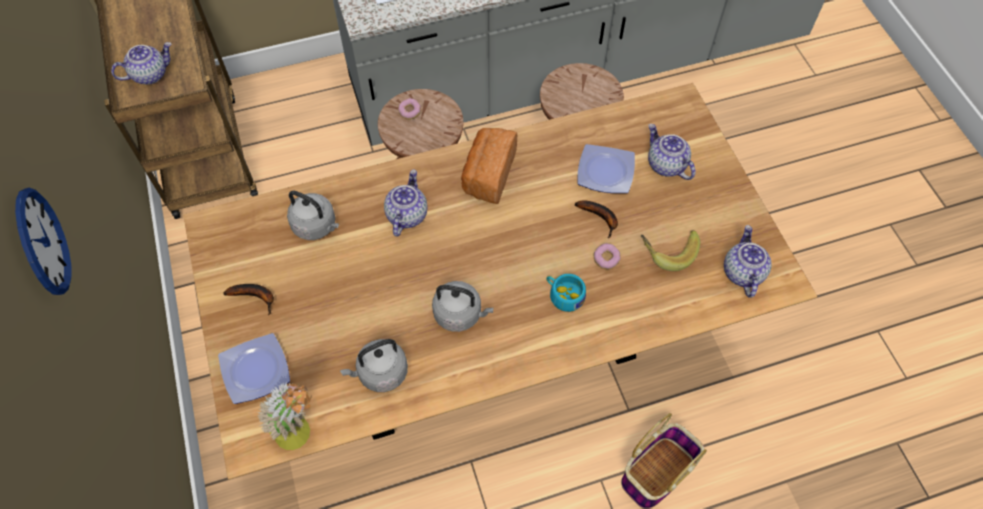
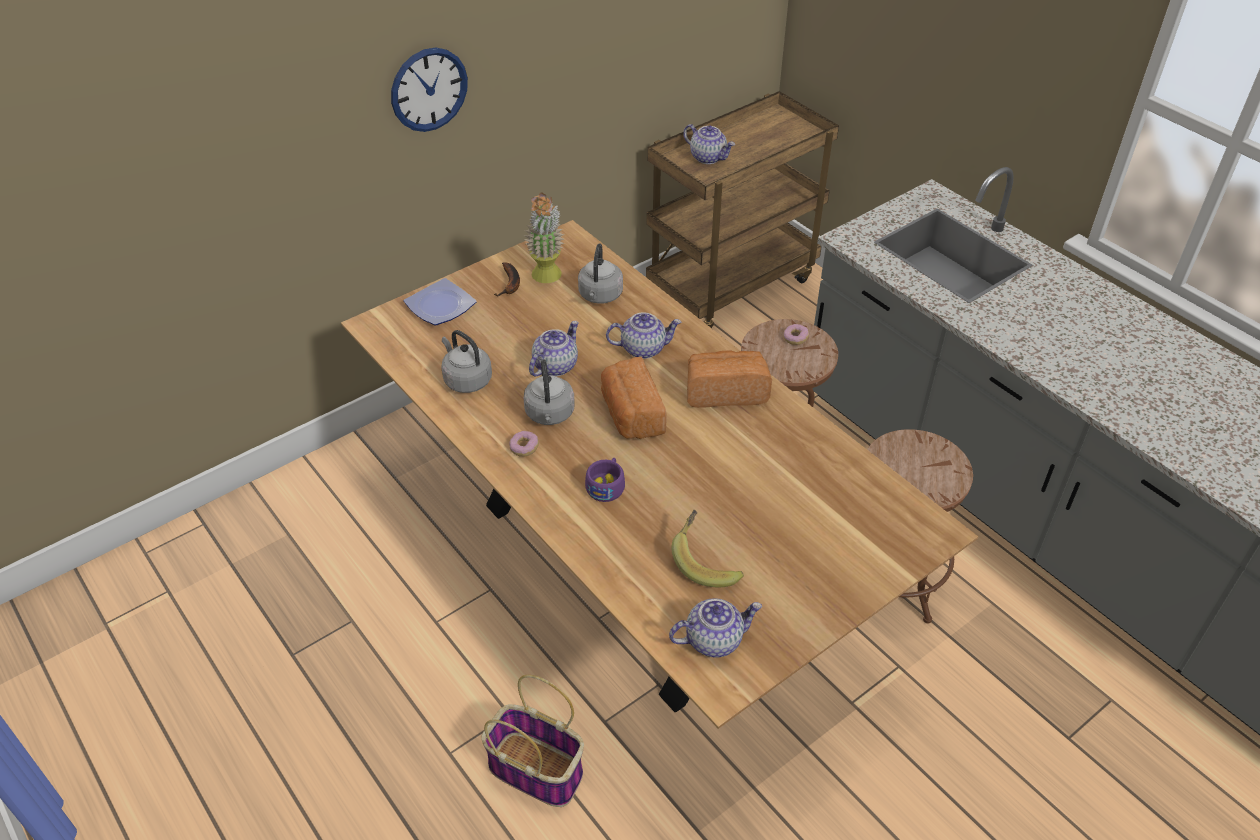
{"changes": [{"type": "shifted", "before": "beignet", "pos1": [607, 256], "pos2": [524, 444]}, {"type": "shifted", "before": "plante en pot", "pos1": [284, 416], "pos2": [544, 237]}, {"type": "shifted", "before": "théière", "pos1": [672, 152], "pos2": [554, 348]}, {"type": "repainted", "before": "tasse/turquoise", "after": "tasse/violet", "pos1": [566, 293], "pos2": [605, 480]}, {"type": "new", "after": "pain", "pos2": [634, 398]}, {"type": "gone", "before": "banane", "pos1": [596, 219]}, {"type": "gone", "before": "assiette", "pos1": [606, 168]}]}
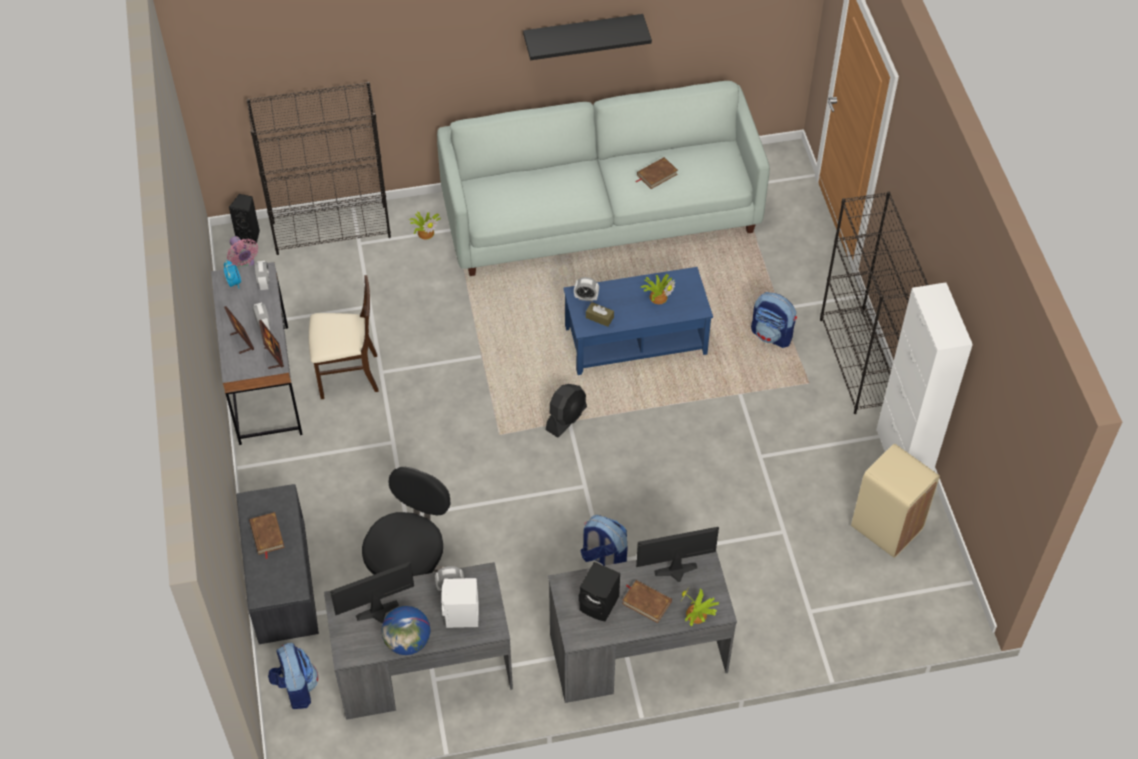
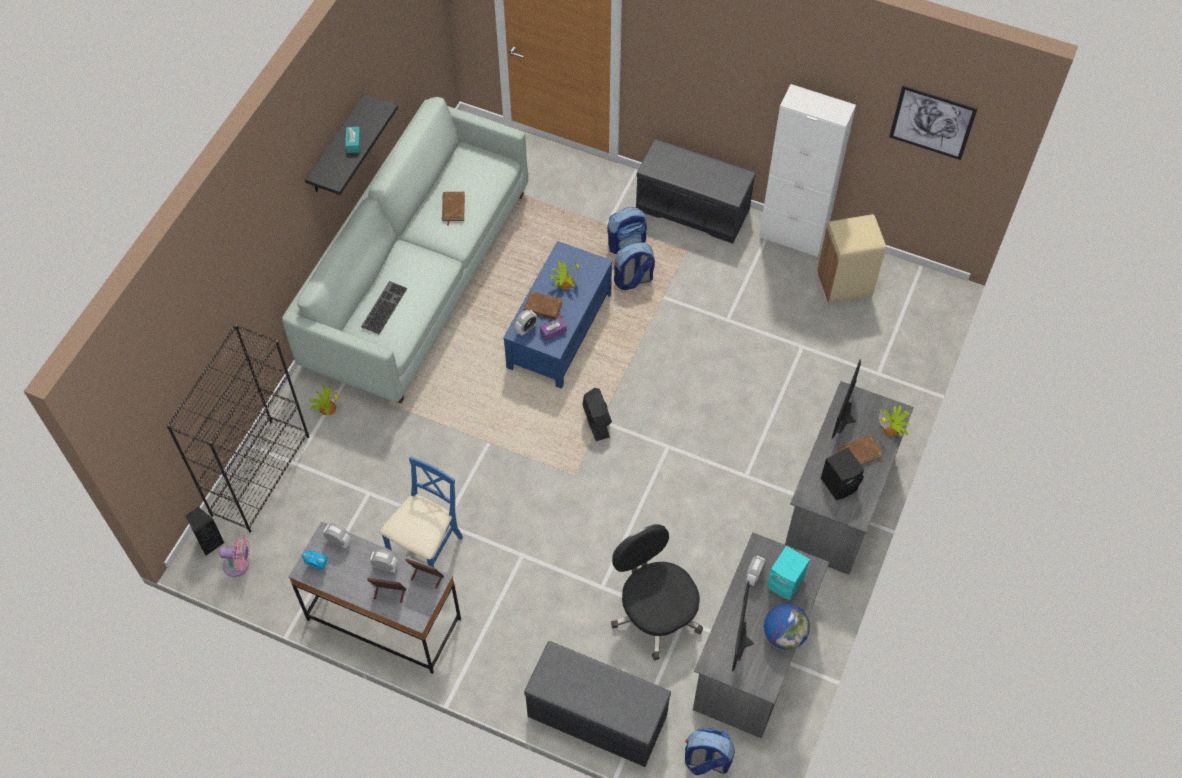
{"changes": [{"type": "new", "after": "boîte à mouchoirs/turquoise", "pos2": [353, 140]}, {"type": "new", "after": "clavier", "pos2": [384, 308]}, {"type": "repainted", "before": "chaise/beige", "after": "chaise/bleu", "pos1": [344, 337], "pos2": [421, 512]}, {"type": "shifted", "before": "livre/marron", "pos1": [267, 535], "pos2": [543, 305]}, {"type": "repainted", "before": "boîte à mouchoirs/marron", "after": "boîte à mouchoirs/violet", "pos1": [600, 314], "pos2": [553, 329]}, {"type": "shifted", "before": "sac à dos", "pos1": [604, 540], "pos2": [634, 266]}, {"type": "swapped", "before": "bibliothèque/noir", "after": "banc/gris", "pos1": [874, 302], "pos2": [696, 191]}, {"type": "repainted", "before": "enceinte/blanc", "after": "enceinte/turquoise", "pos1": [460, 603], "pos2": [788, 573]}, {"type": "new", "after": "tableau", "pos2": [933, 122]}]}
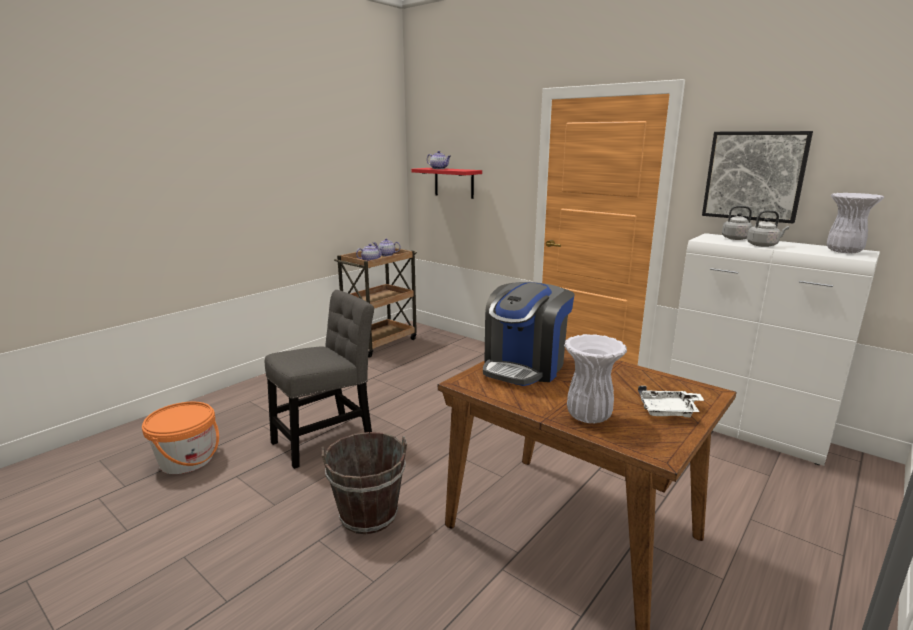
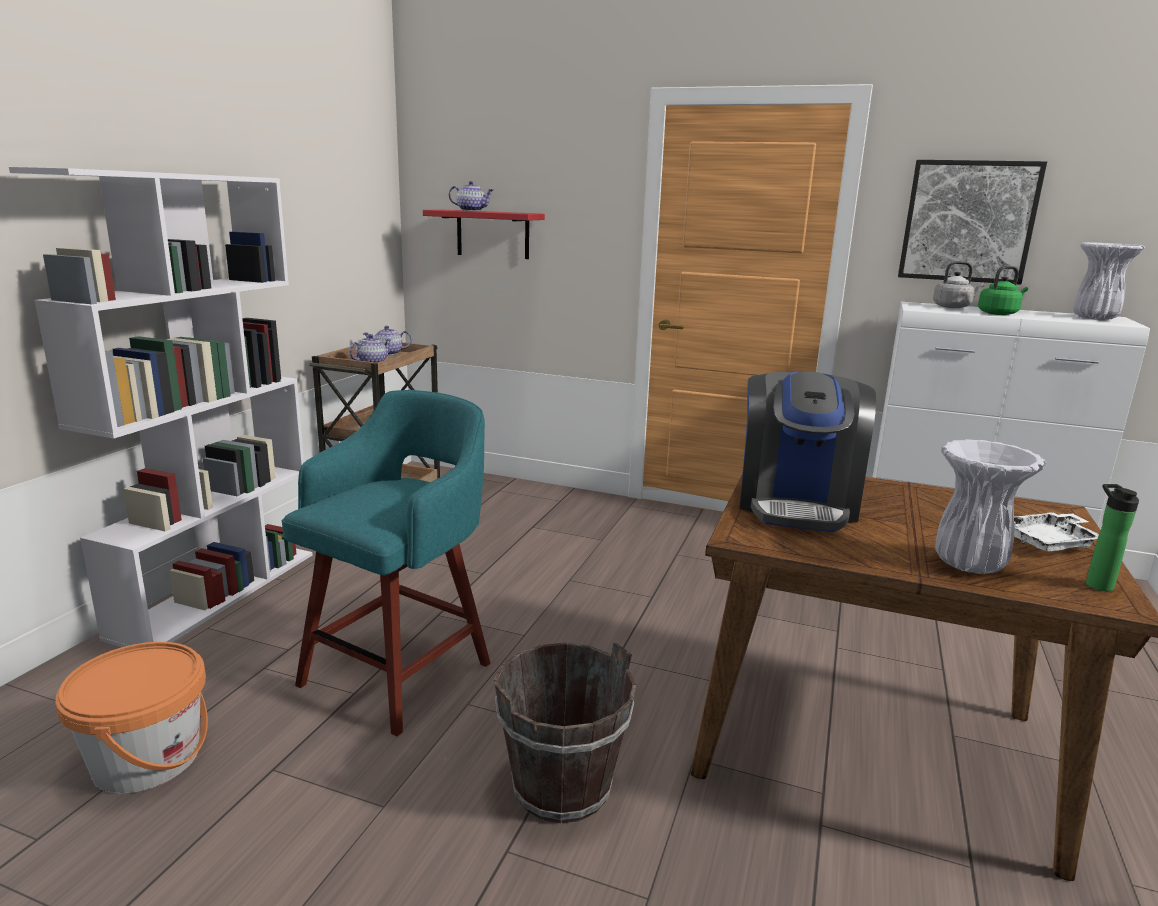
{"changes": [{"type": "new", "after": "bibliothèque/blanc", "pos2": [161, 407]}, {"type": "swapped", "before": "chaise/gris", "after": "tabouret/turquoise", "pos1": [319, 379], "pos2": [386, 563]}, {"type": "repainted", "before": "bouilloire/gris", "after": "bouilloire/vert", "pos1": [768, 228], "pos2": [1003, 290]}, {"type": "new", "after": "bouteille", "pos2": [1112, 538]}]}
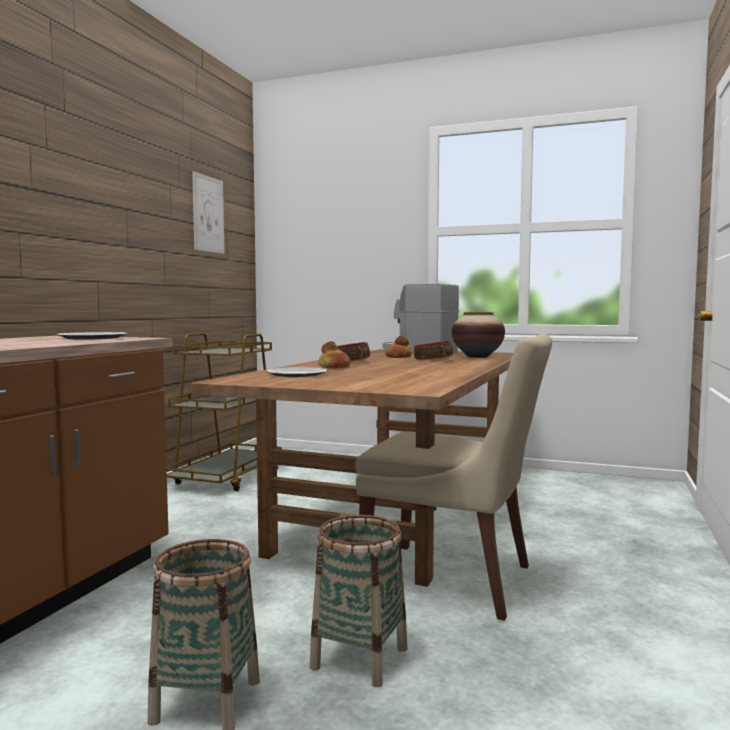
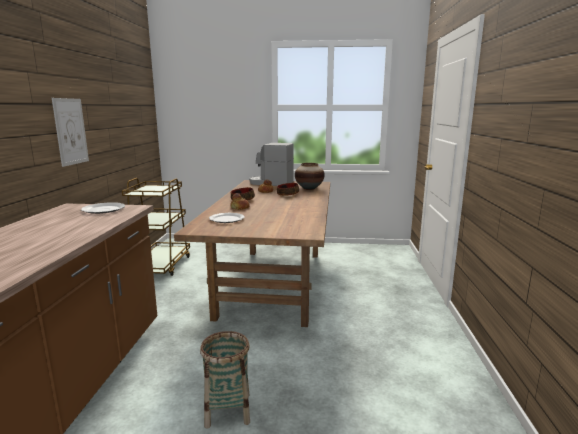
{"changes": [{"type": "shifted", "before": "tableau", "pos1": [208, 212], "pos2": [70, 132]}, {"type": "gone", "before": "panier", "pos1": [358, 601]}, {"type": "gone", "before": "chaise/beige", "pos1": [453, 477]}]}
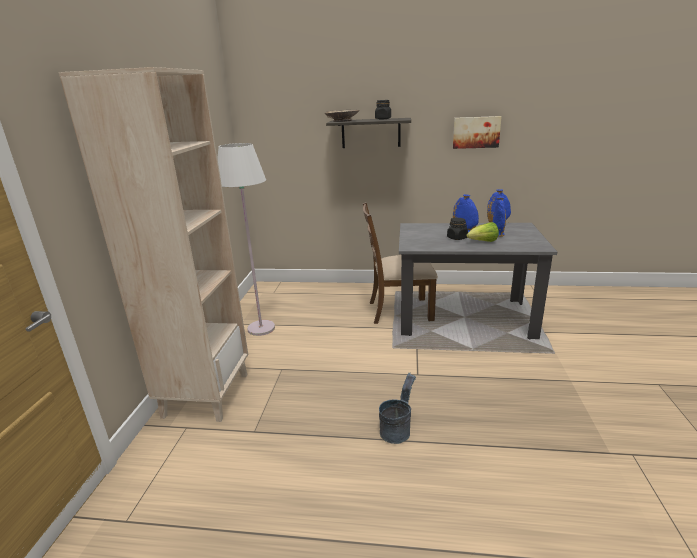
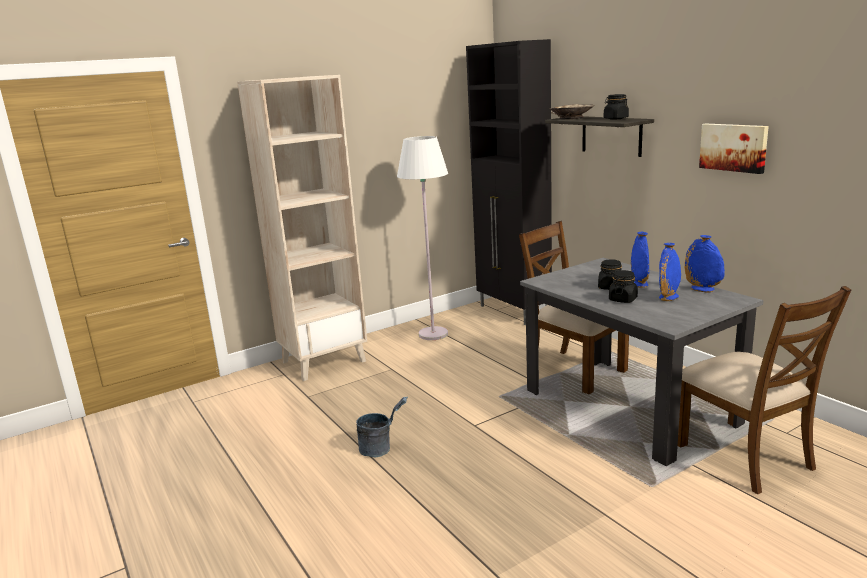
{"changes": [{"type": "new", "after": "meuble de rangement/noir", "pos2": [509, 182]}, {"type": "swapped", "before": "laitue", "after": "bocal/noir", "pos1": [482, 232], "pos2": [623, 286]}, {"type": "new", "after": "chaise/marron", "pos2": [764, 390]}]}
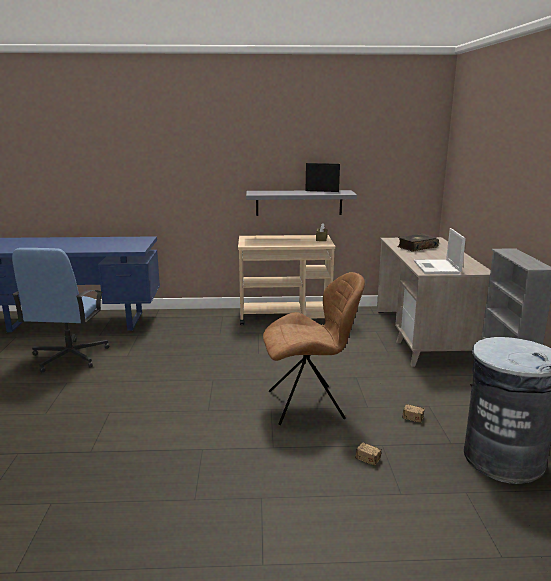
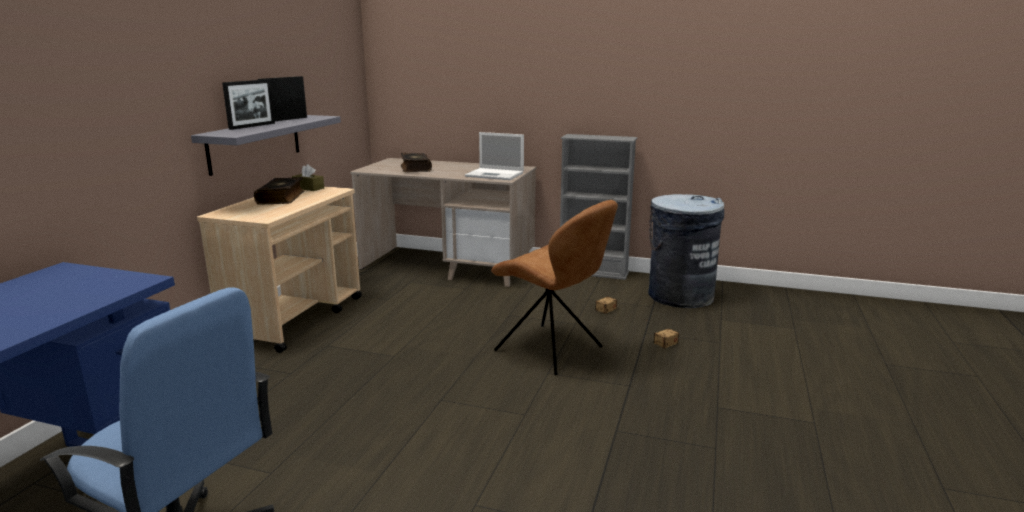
{"changes": [{"type": "new", "after": "cadre photo", "pos2": [248, 104]}, {"type": "new", "after": "livre", "pos2": [279, 191]}, {"type": "rotated", "before": "chaise/marron", "pos1": [314, 348], "pos2": [554, 287], "turn": 120}]}
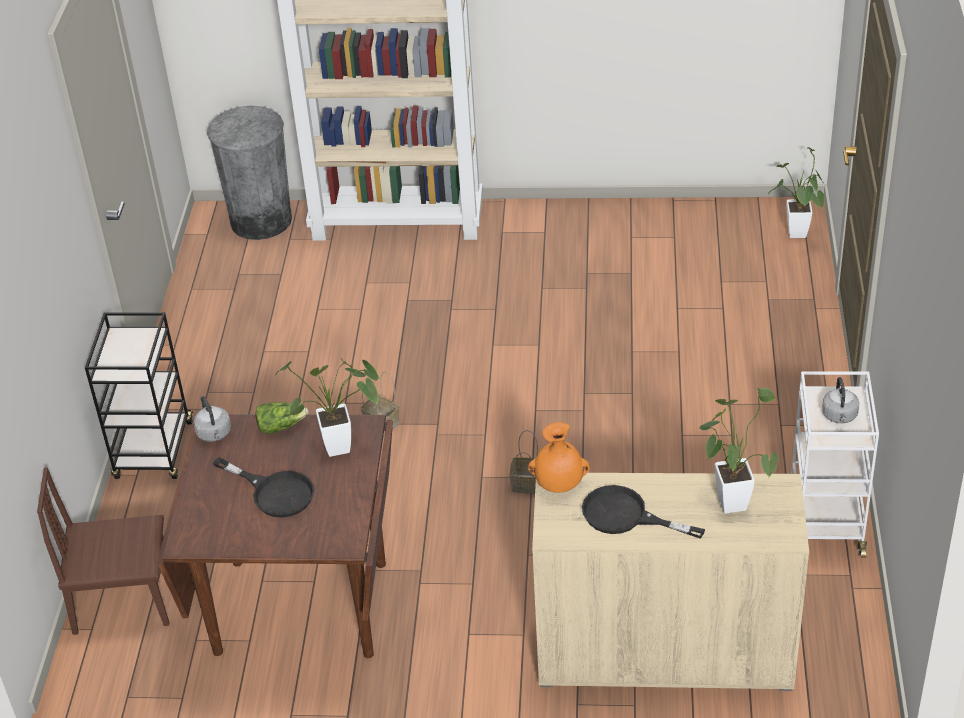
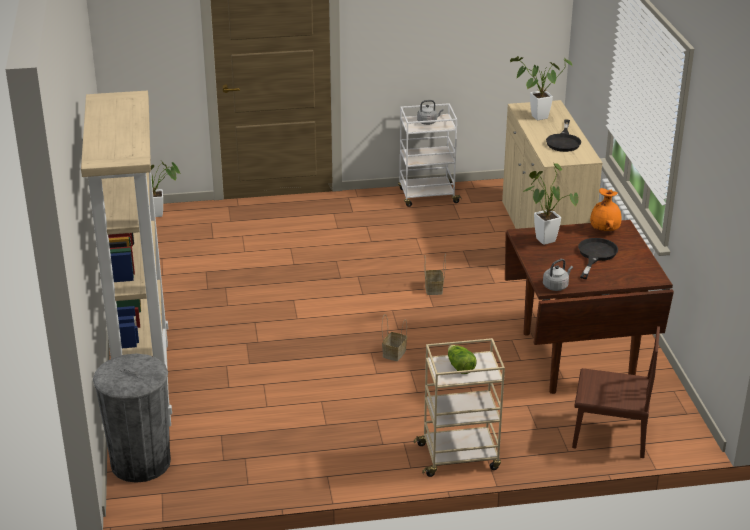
{"changes": [{"type": "repainted", "before": "chariot/noir", "after": "chariot/beige", "pos1": [139, 395], "pos2": [459, 407]}, {"type": "shifted", "before": "laitue", "pos1": [282, 418], "pos2": [462, 359]}, {"type": "rotated", "before": "chaise/marron", "pos1": [103, 551], "pos2": [616, 392], "turn": -60}, {"type": "shifted", "before": "vase/orange", "pos1": [559, 457], "pos2": [606, 209]}]}
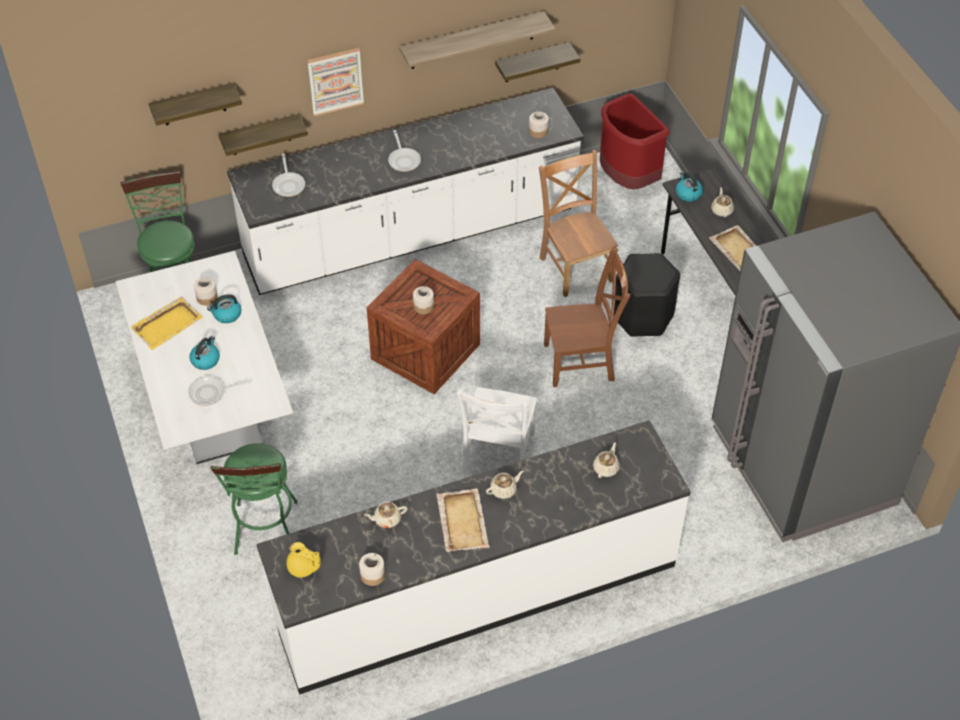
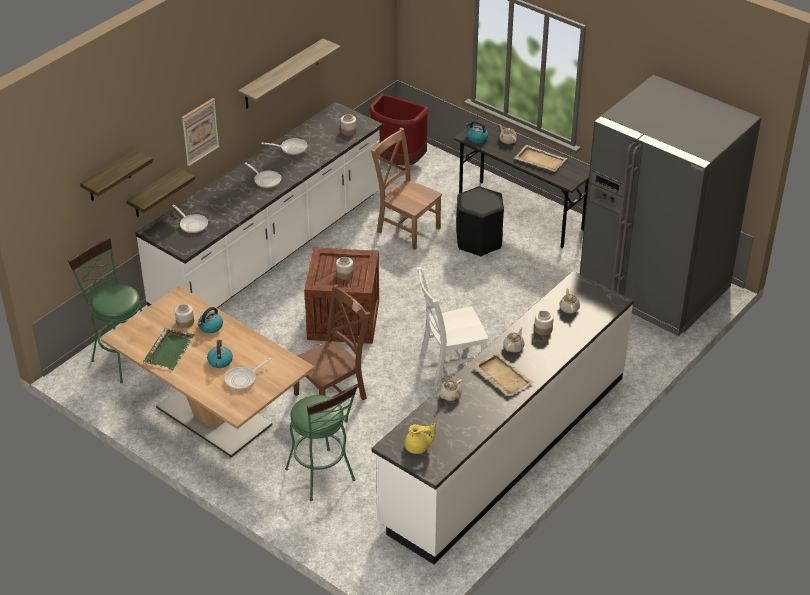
{"changes": [{"type": "repainted", "before": "table à manger/blanc", "after": "table à manger/marron", "pos1": [204, 357], "pos2": [208, 371]}, {"type": "repainted", "before": "plateau/jaune", "after": "plateau/vert", "pos1": [166, 323], "pos2": [168, 349]}, {"type": "new", "after": "poêle", "pos2": [284, 146]}, {"type": "shifted", "before": "chaise/marron", "pos1": [587, 317], "pos2": [332, 342]}, {"type": "rotated", "before": "chaise/blanc", "pos1": [497, 430], "pos2": [452, 325], "turn": 90}, {"type": "shifted", "before": "bocal", "pos1": [372, 569], "pos2": [544, 323]}, {"type": "gone", "before": "étagère", "pos1": [537, 62]}]}
